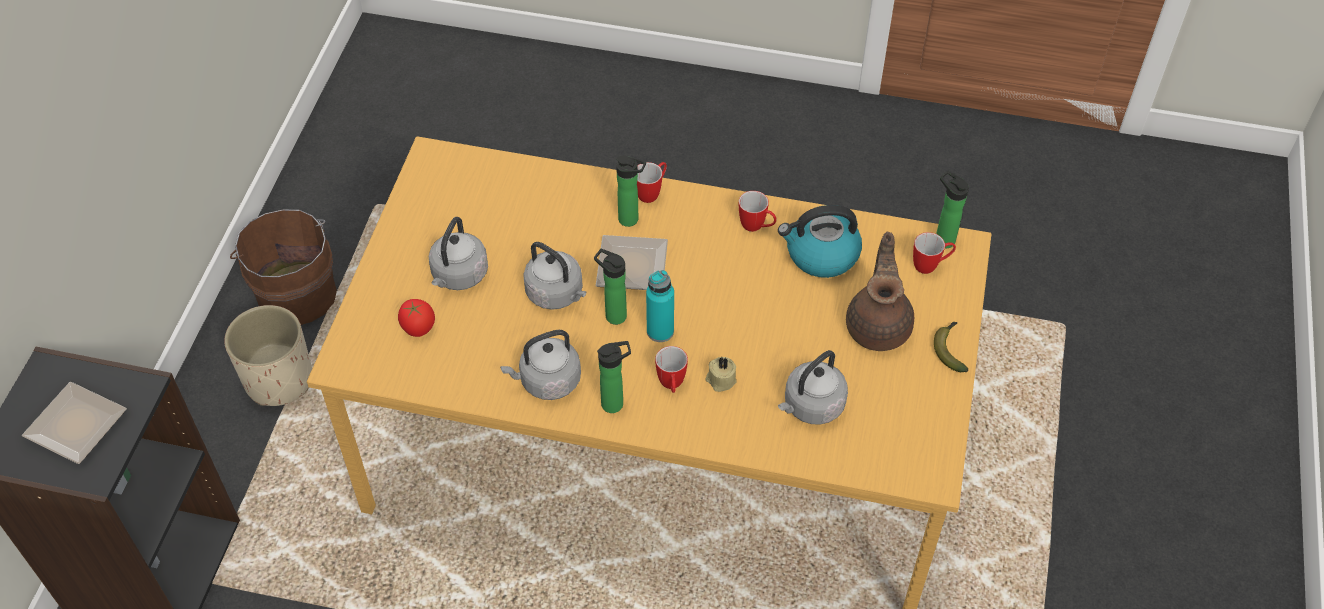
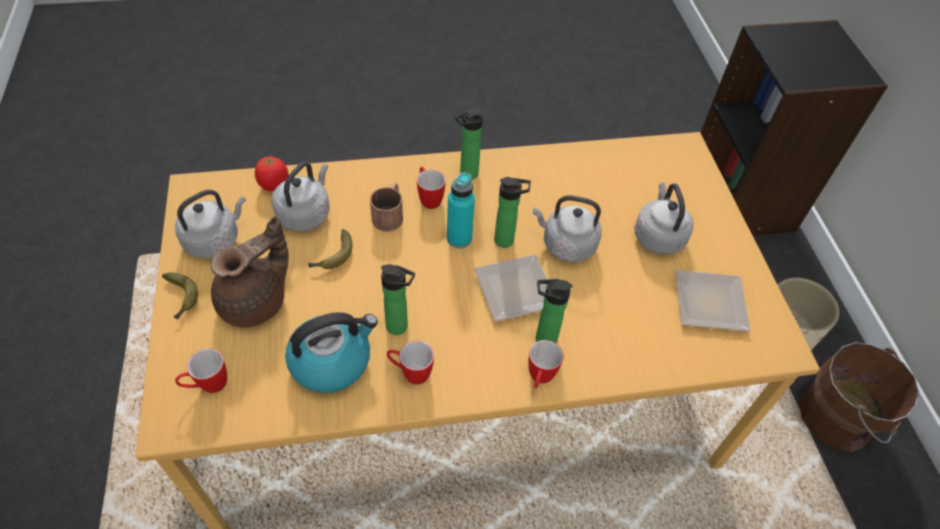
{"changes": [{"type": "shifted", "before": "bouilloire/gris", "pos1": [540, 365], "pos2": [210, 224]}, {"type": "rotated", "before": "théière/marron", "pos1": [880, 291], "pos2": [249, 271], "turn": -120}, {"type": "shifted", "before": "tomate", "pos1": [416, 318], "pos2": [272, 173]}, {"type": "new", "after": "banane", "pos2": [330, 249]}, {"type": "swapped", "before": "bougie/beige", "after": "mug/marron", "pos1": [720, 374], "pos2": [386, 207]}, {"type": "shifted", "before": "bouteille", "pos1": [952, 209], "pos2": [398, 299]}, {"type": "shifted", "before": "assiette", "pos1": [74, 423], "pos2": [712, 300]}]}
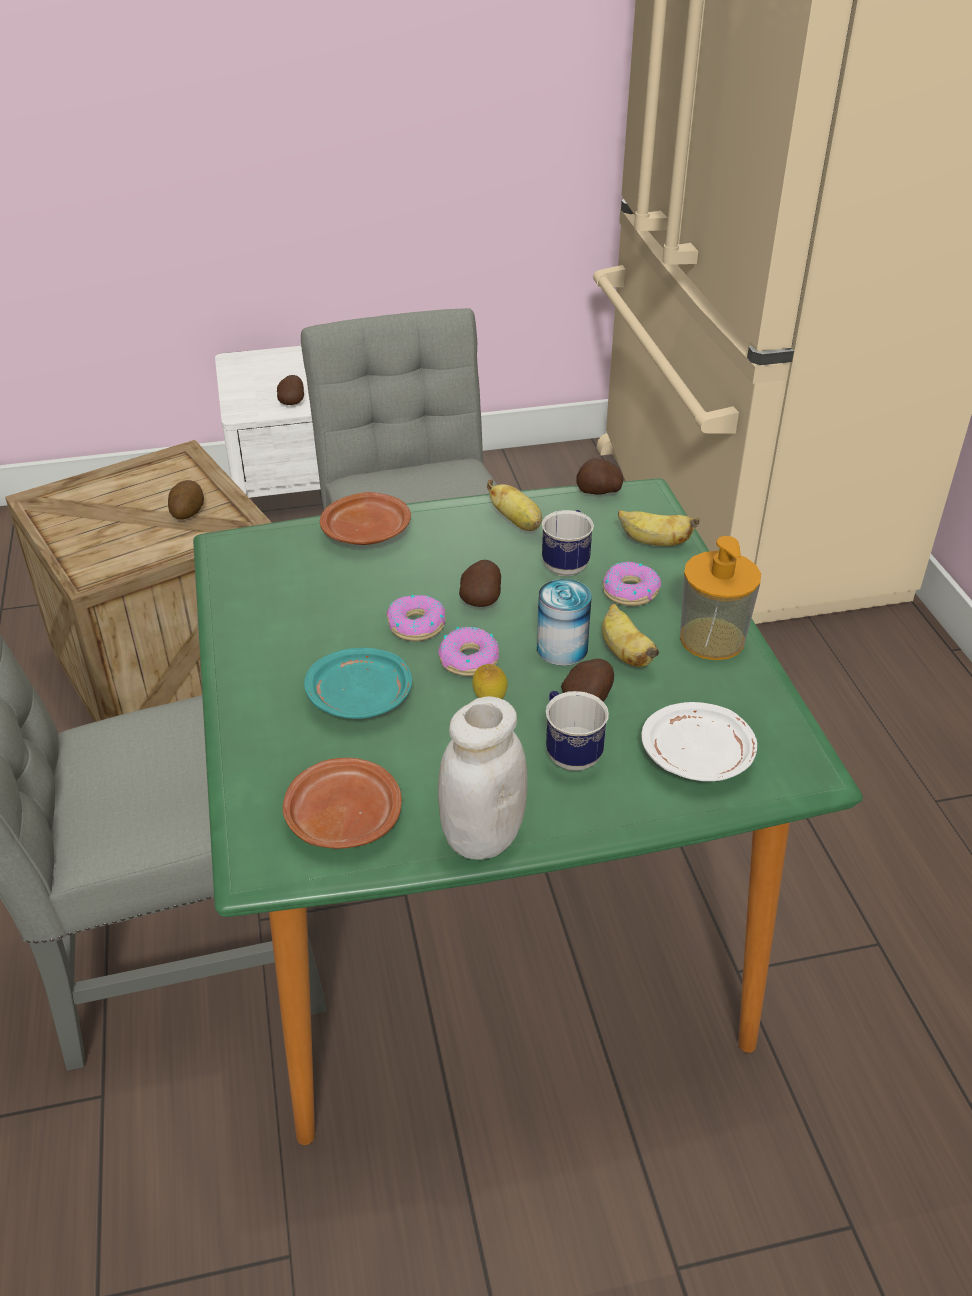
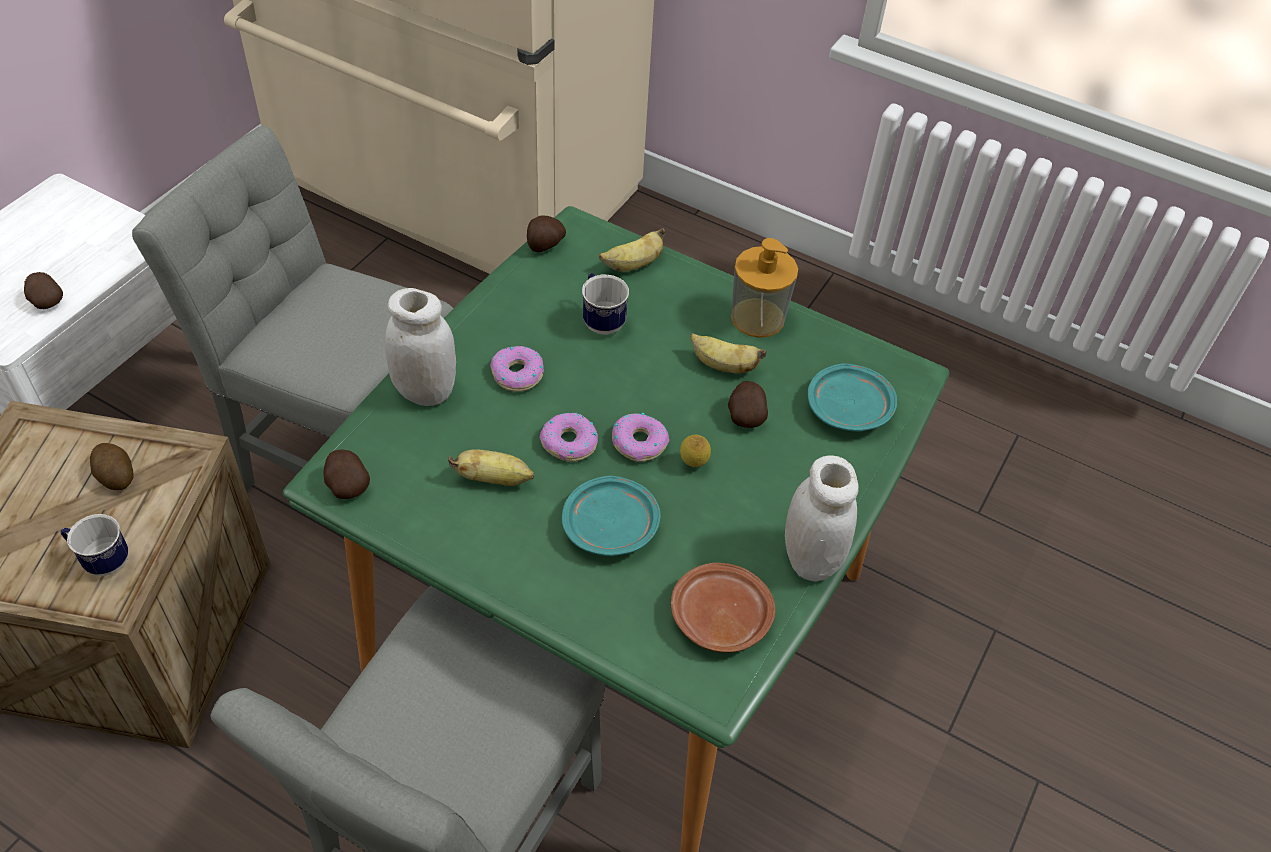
{"changes": [{"type": "shifted", "before": "mug", "pos1": [577, 731], "pos2": [94, 545]}, {"type": "shifted", "before": "pomme de terre", "pos1": [480, 583], "pos2": [346, 474]}, {"type": "swapped", "before": "assiette/marron", "after": "bocal/blanc", "pos1": [365, 518], "pos2": [420, 347]}, {"type": "shifted", "before": "banane", "pos1": [514, 505], "pos2": [491, 467]}, {"type": "shifted", "before": "beignet", "pos1": [631, 584], "pos2": [517, 369]}, {"type": "repainted", "before": "assiette/blanc", "after": "assiette/turquoise", "pos1": [699, 741], "pos2": [852, 397]}, {"type": "gone", "before": "boîte métallique", "pos1": [564, 622]}]}
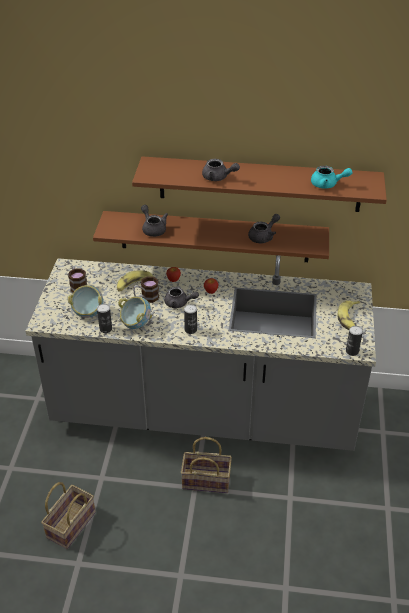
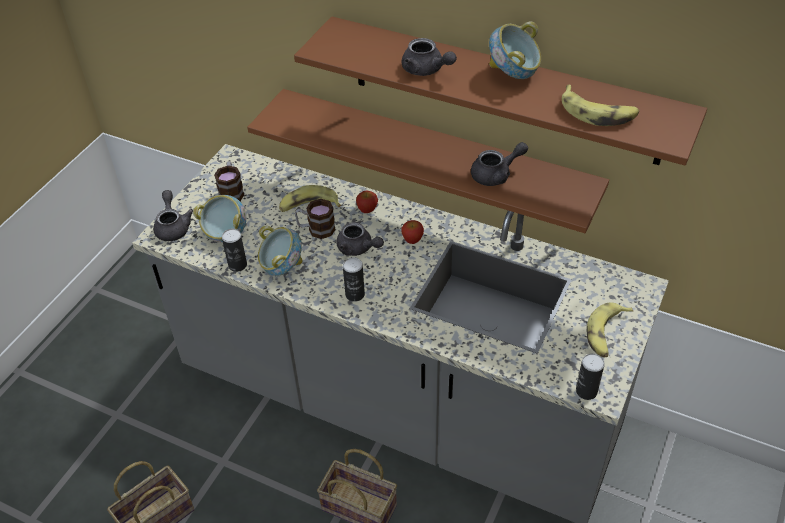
{"changes": [{"type": "shifted", "before": "théière/gris", "pos1": [154, 221], "pos2": [173, 215]}, {"type": "new", "after": "bol", "pos2": [515, 50]}, {"type": "swapped", "before": "théière/turquoise", "after": "banane", "pos1": [331, 177], "pos2": [600, 105]}]}
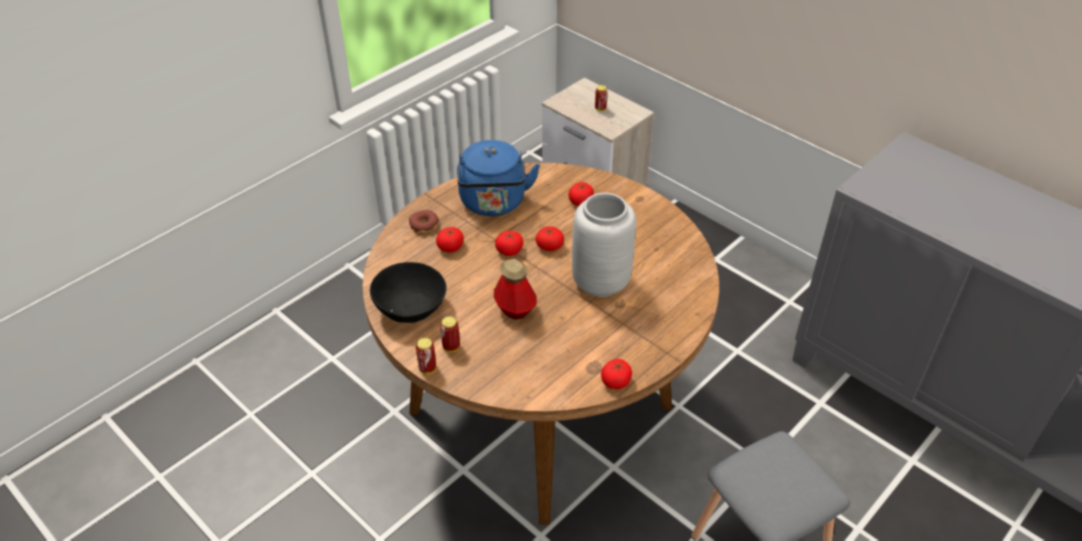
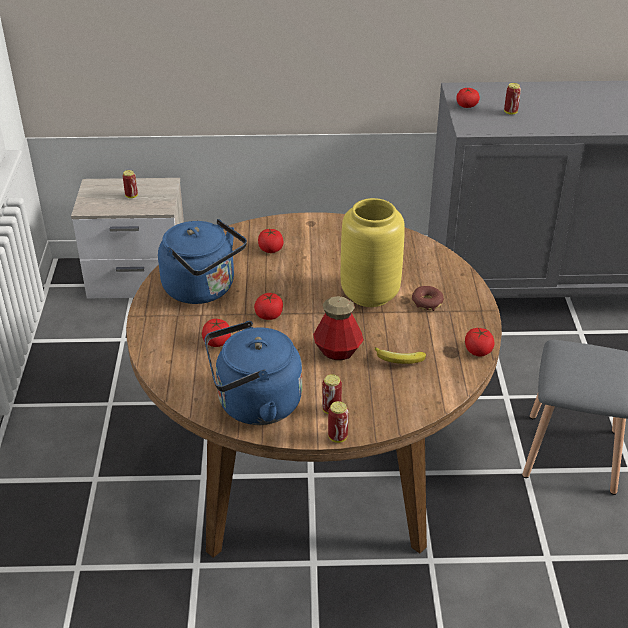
{"changes": [{"type": "swapped", "before": "bol/noir", "after": "bouilloire/bleu", "pos1": [408, 292], "pos2": [253, 373]}, {"type": "repainted", "before": "vase/gris", "after": "vase/jaune", "pos1": [604, 245], "pos2": [373, 252]}, {"type": "new", "after": "banane", "pos2": [400, 355]}, {"type": "shifted", "before": "beignet", "pos1": [424, 221], "pos2": [428, 298]}, {"type": "shifted", "before": "tomate", "pos1": [550, 238], "pos2": [468, 98]}, {"type": "new", "after": "boîte métallique", "pos2": [512, 99]}]}
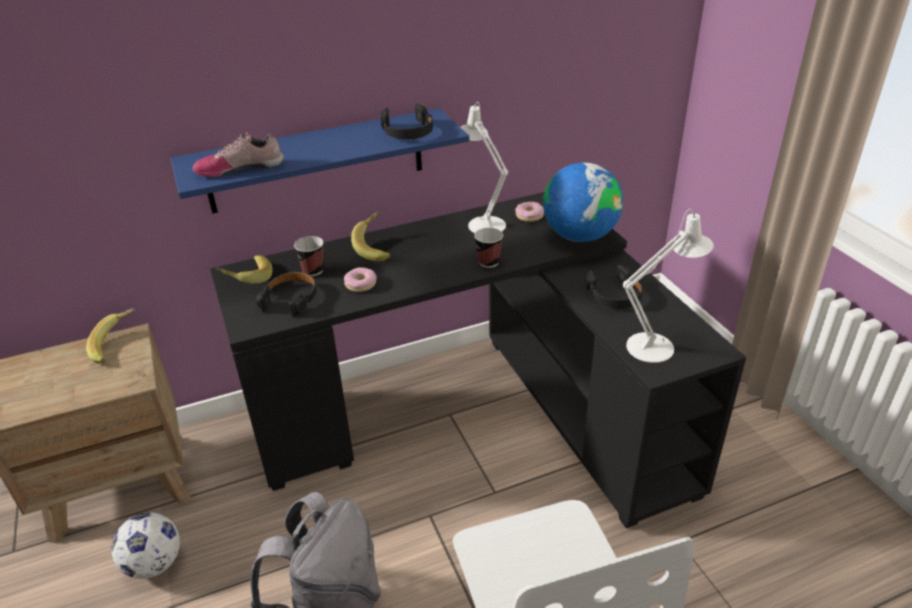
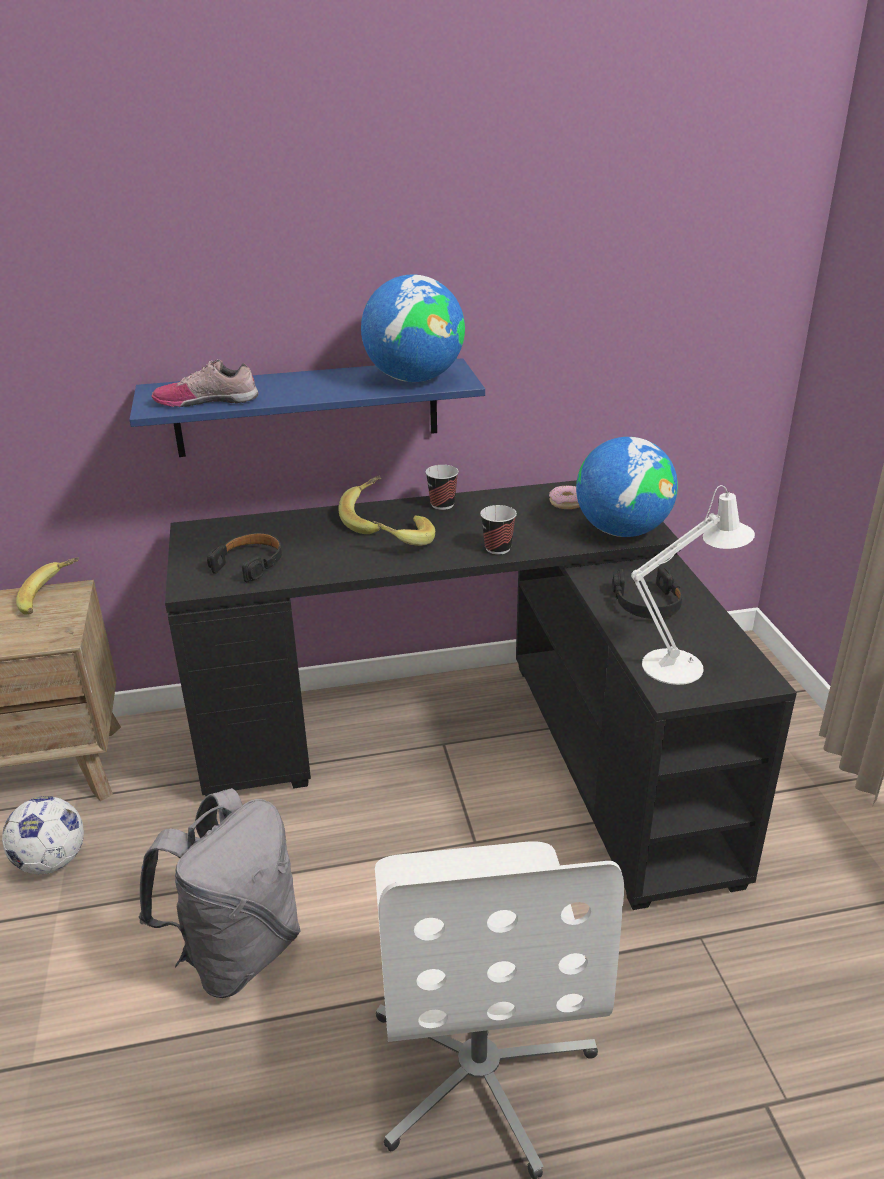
{"changes": [{"type": "swapped", "before": "casque audio/noir", "after": "globe", "pos1": [406, 122], "pos2": [413, 328]}, {"type": "shifted", "before": "banane", "pos1": [244, 269], "pos2": [403, 530]}, {"type": "shifted", "before": "tasse", "pos1": [309, 256], "pos2": [442, 487]}, {"type": "gone", "before": "beignet", "pos1": [360, 279]}, {"type": "gone", "before": "lampe de table/blanc", "pos1": [484, 167]}]}
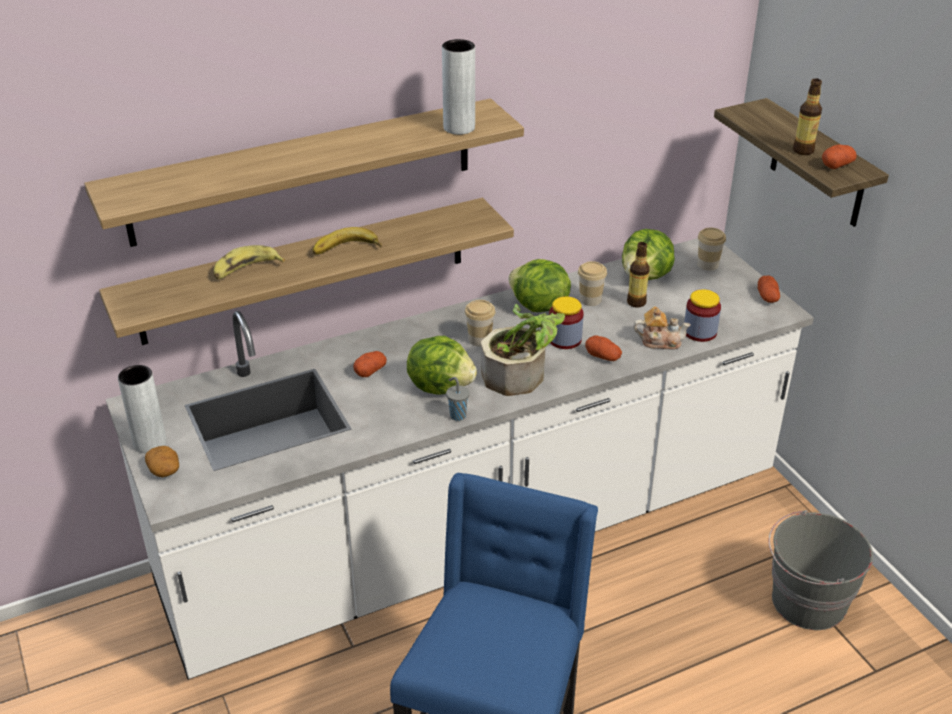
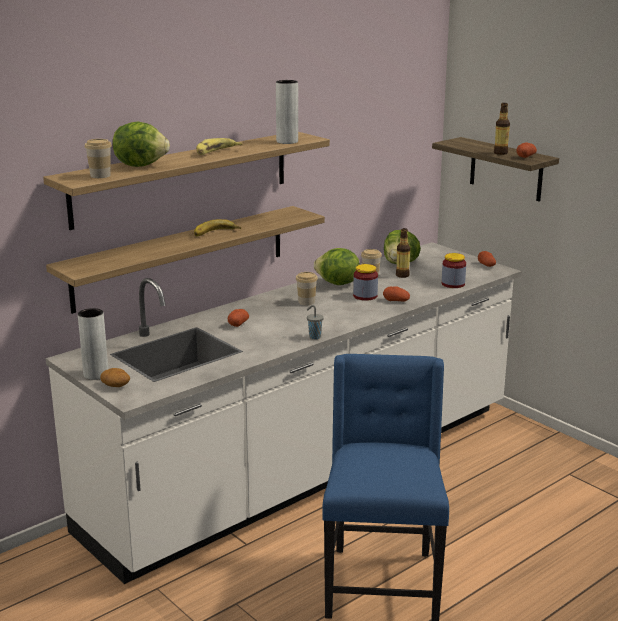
{"changes": [{"type": "shifted", "before": "tasse", "pos1": [712, 249], "pos2": [98, 158]}, {"type": "shifted", "before": "laitue", "pos1": [442, 365], "pos2": [141, 144]}, {"type": "shifted", "before": "banane", "pos1": [249, 262], "pos2": [219, 146]}, {"type": "gone", "before": "plante en pot", "pos1": [523, 350]}, {"type": "gone", "before": "théière", "pos1": [662, 328]}, {"type": "gone", "before": "seau/gris", "pos1": [821, 570]}]}
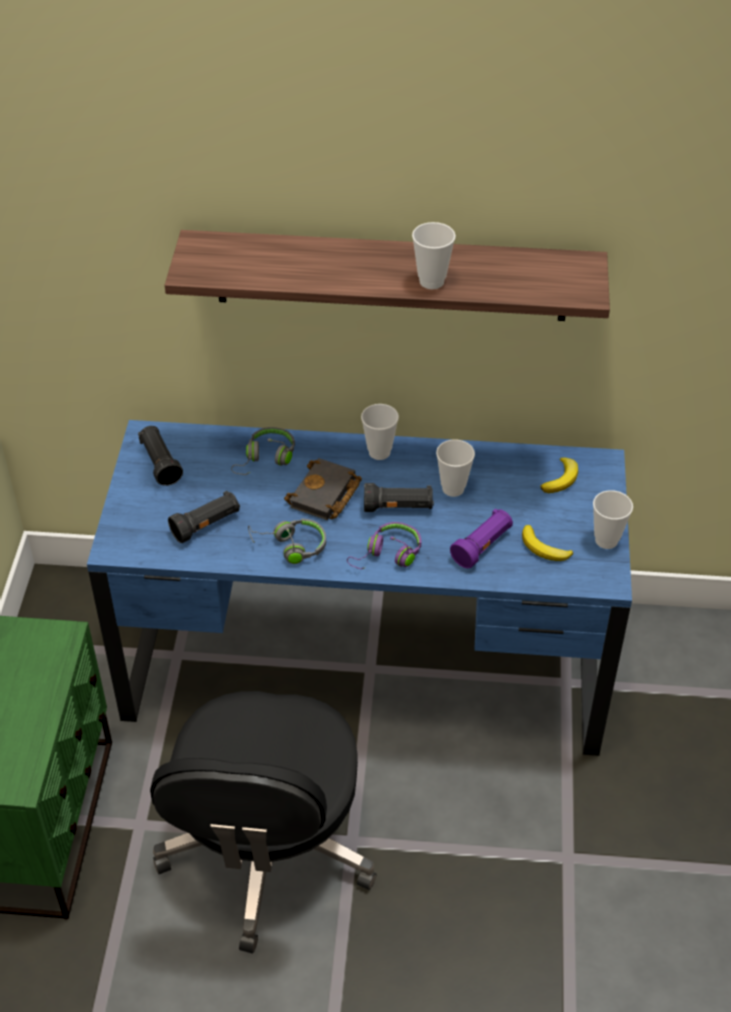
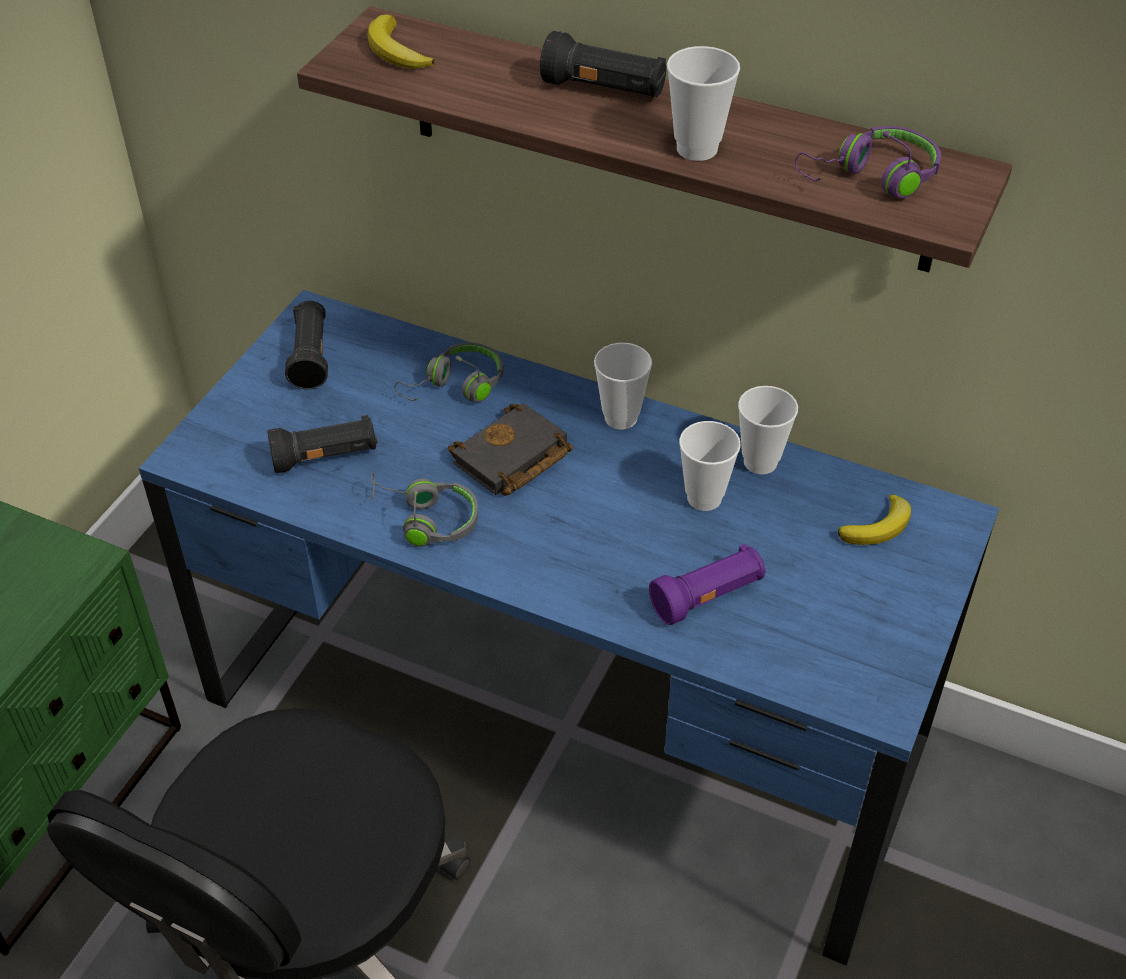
{"changes": [{"type": "shifted", "before": "banane", "pos1": [547, 543], "pos2": [401, 41]}, {"type": "shifted", "before": "lampe de poche/noir", "pos1": [399, 497], "pos2": [603, 64]}, {"type": "shifted", "before": "tasse", "pos1": [613, 519], "pos2": [768, 430]}, {"type": "shifted", "before": "casque audio/violet", "pos1": [384, 545], "pos2": [868, 162]}]}
